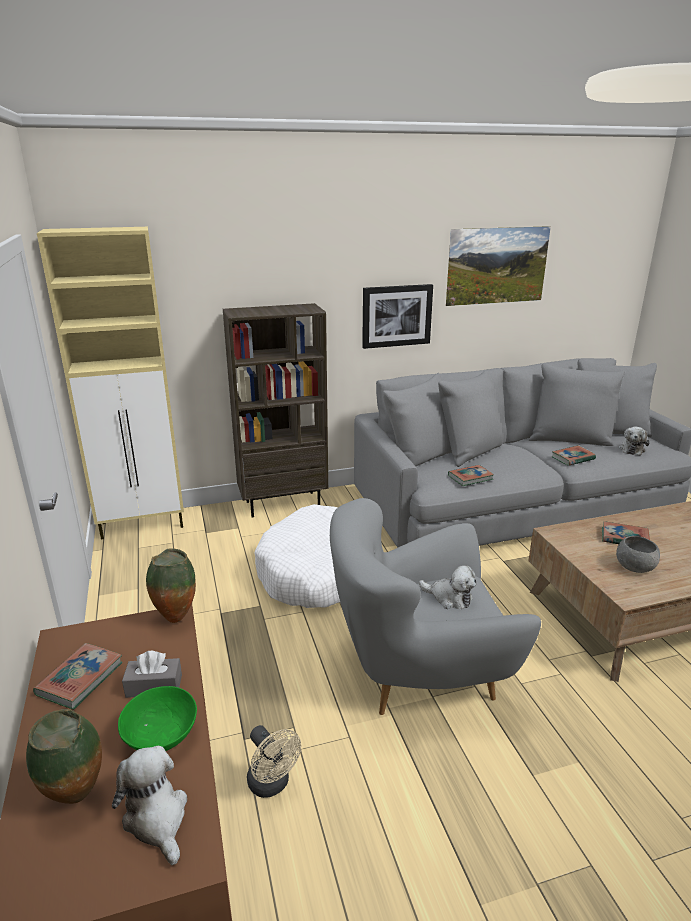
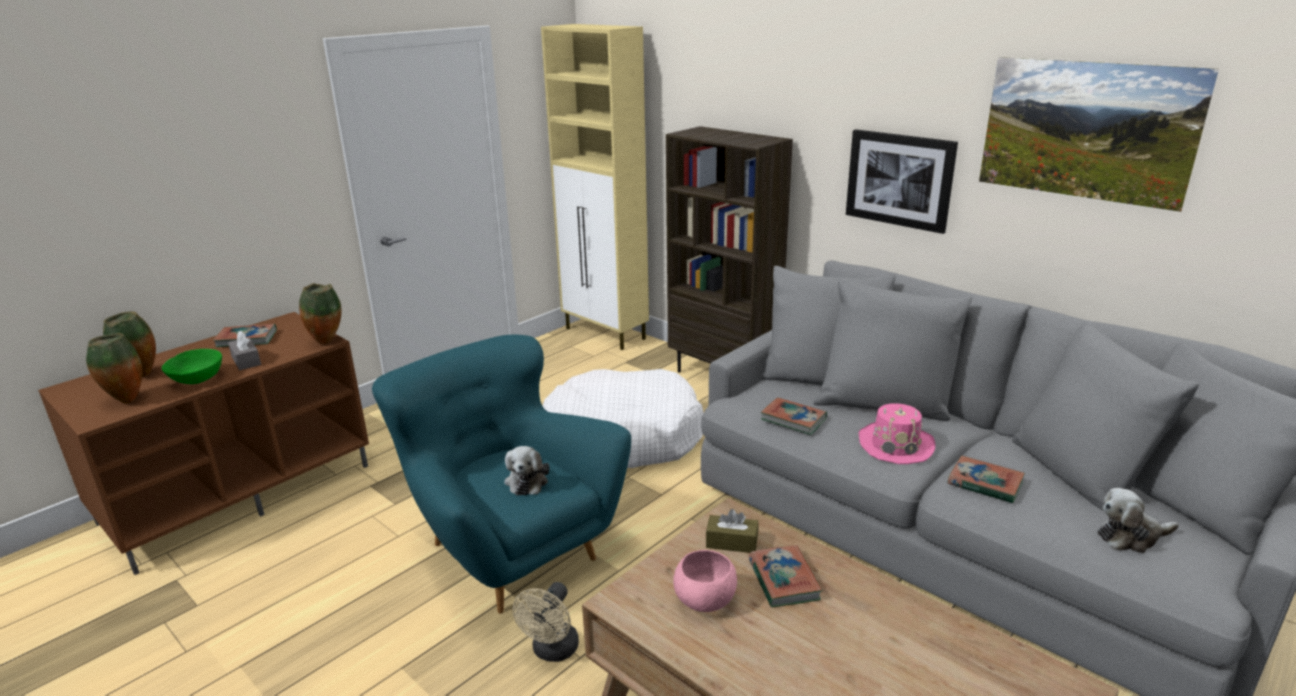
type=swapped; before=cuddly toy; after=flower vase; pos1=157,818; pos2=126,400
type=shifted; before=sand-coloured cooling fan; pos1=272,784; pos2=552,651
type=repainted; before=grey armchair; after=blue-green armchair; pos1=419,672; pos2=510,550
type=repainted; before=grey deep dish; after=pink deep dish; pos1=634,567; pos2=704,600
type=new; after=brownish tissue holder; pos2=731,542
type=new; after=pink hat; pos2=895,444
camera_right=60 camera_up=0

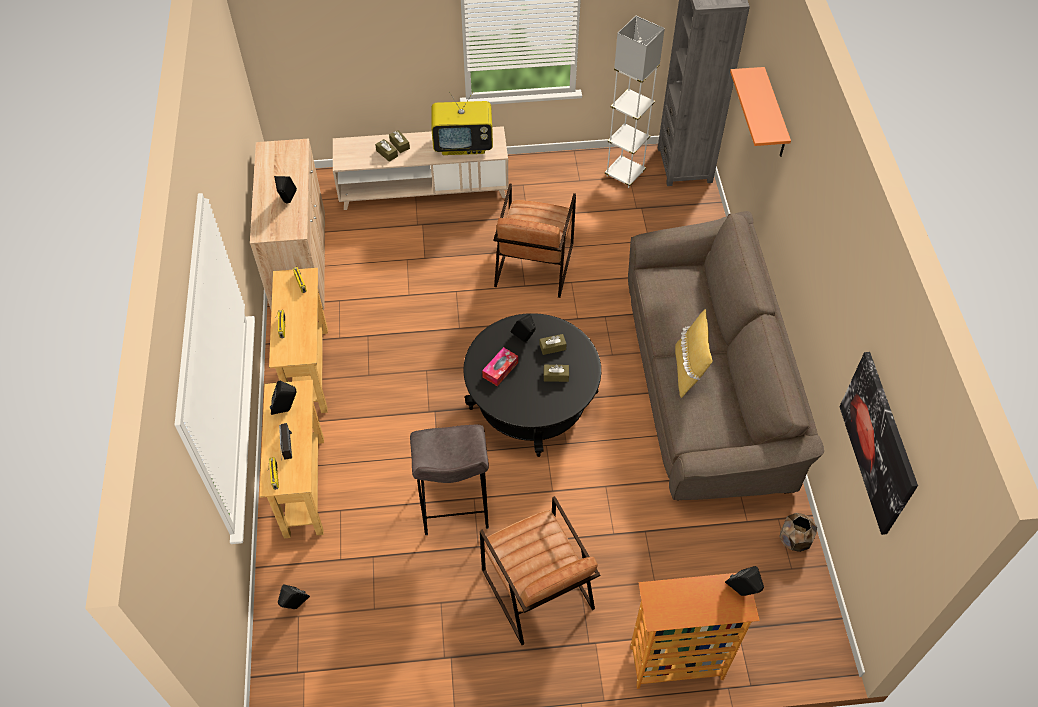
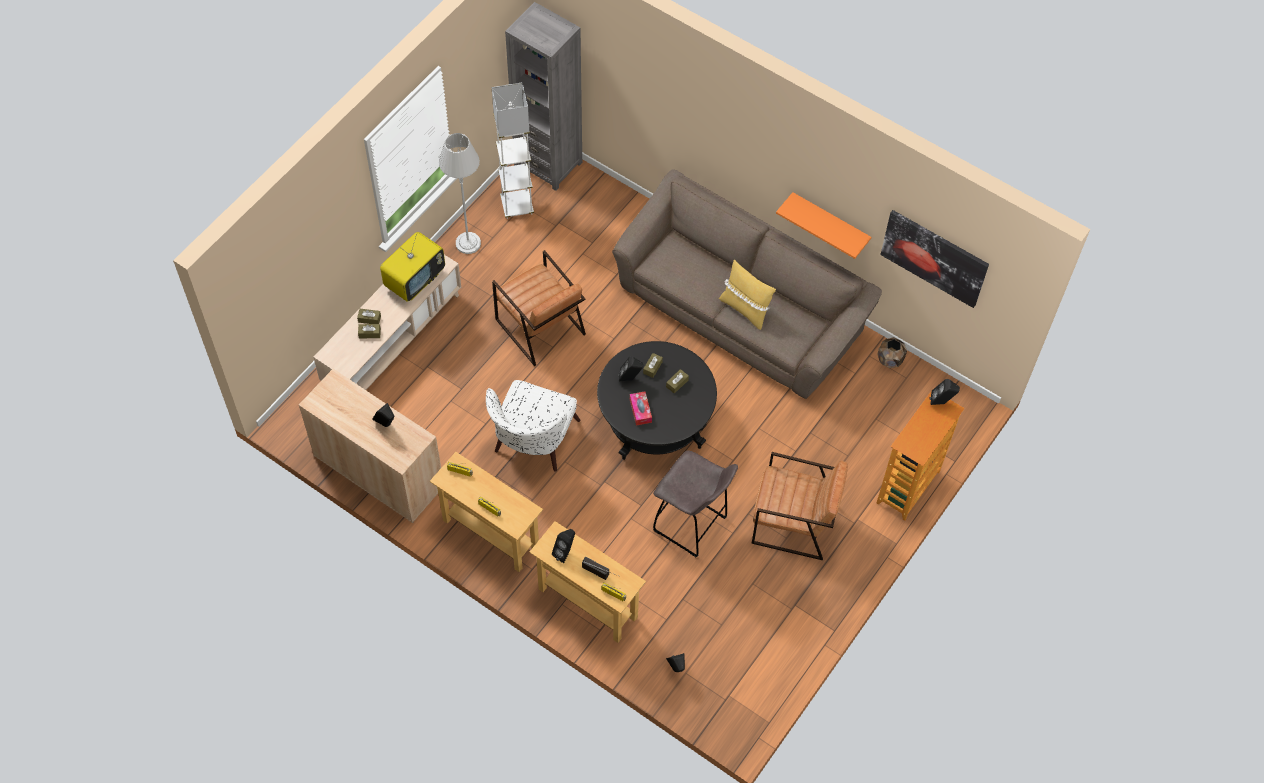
type=shifted; before=orangey shelf; pos1=774,115; pos2=830,222
type=new; after=grey standard lamp; pos2=468,243
type=new; after=white-coloured armchair; pos2=532,443
camera_right=-50 camera_up=5

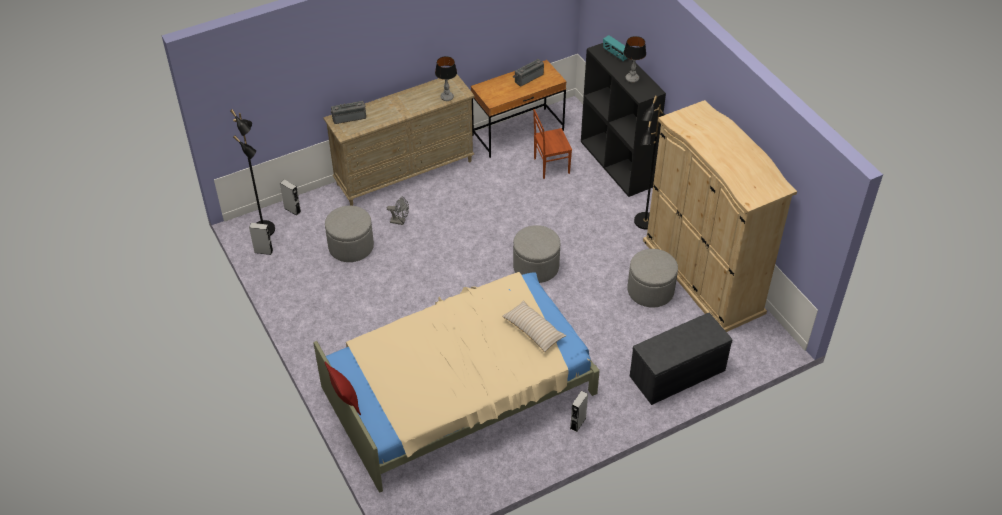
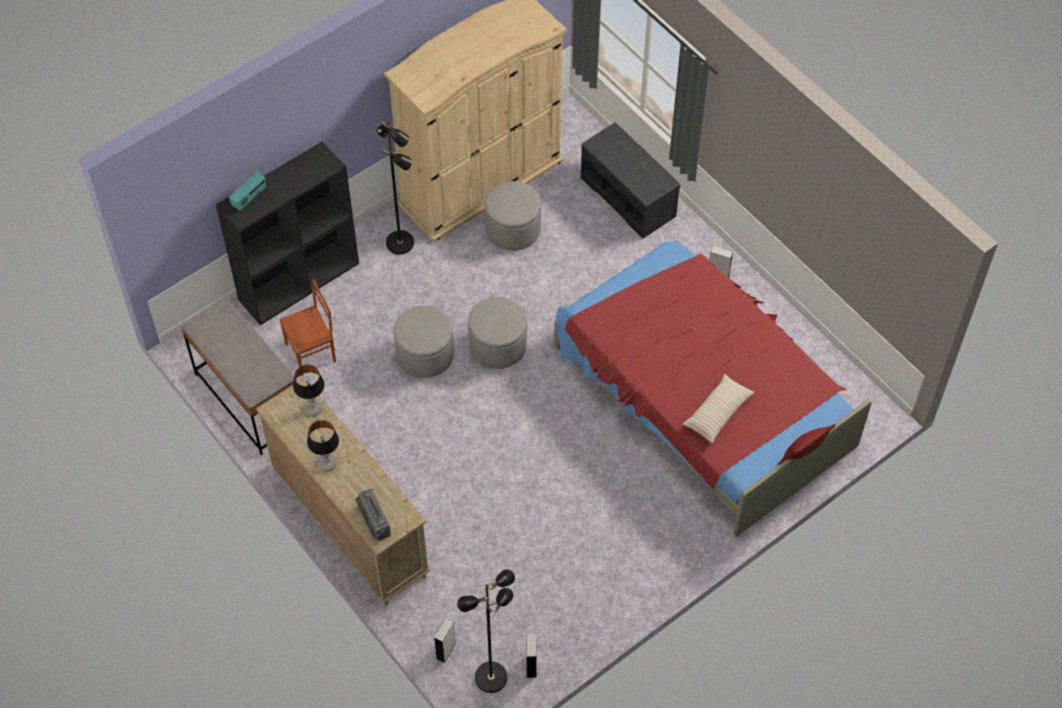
type=repainted; before=sand-coloured bed; after=red bed; pos1=460,389; pos2=701,393
type=shifted; before=grey footrest; pos1=351,246; pos2=425,354
type=gone; before=grey cooling fan; pos1=400,221
type=repainted; before=brownish desk; after=grey desk; pos1=518,133; pos2=250,400
type=shifted; before=sand-coloured throw pillow; pos1=533,330; pos2=717,412
type=gone; before=radio set; pos1=528,77
type=rotated; before=brownish plain chair; pos1=550,165; pos2=312,353; turn=-90
type=shifted; before=lamp for a table; pos1=631,79; pos2=327,464
camera_right=-100 camera_up=10

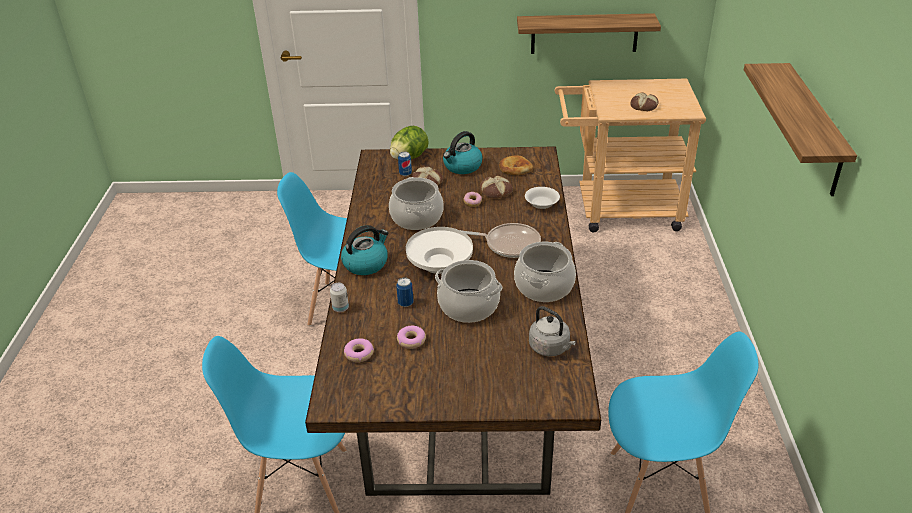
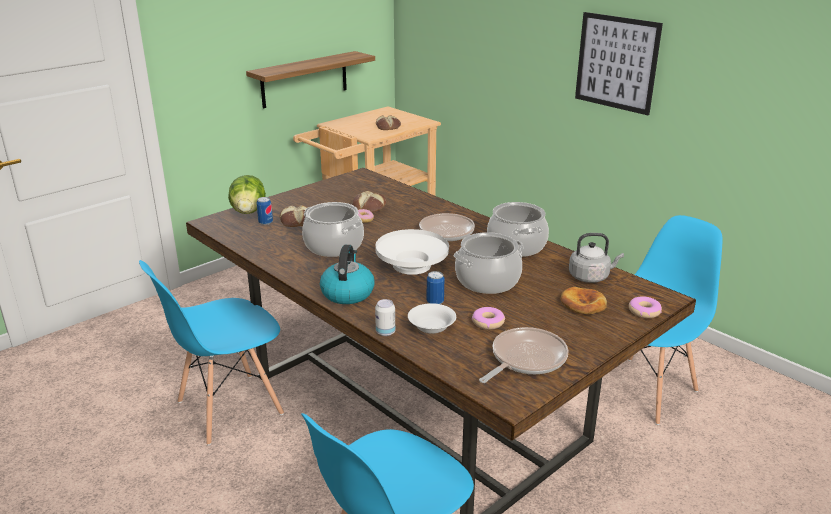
type=shifted; before=donut; pos1=359,354; pos2=644,311
type=gone; before=kettle; pos1=462,166
type=shifted; before=baked bread; pos1=515,168; pos2=583,304
type=shifted; before=white-coloured deep dish; pos1=541,204; pos2=431,327
type=swapped; before=shelf; after=wall picture; pos1=813,130; pos2=616,62
type=new; after=skillet; pos2=525,359
camera_right=-45 camera_up=-10

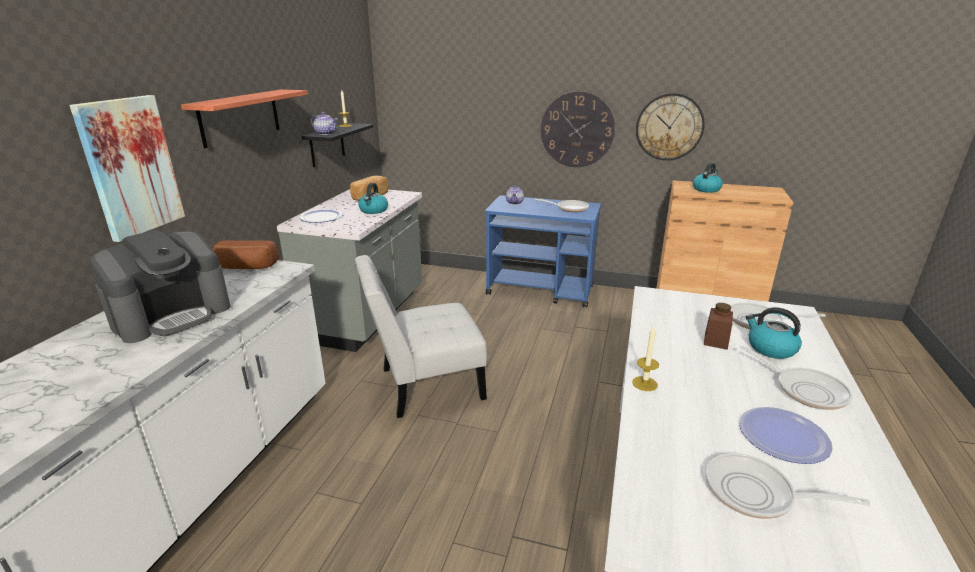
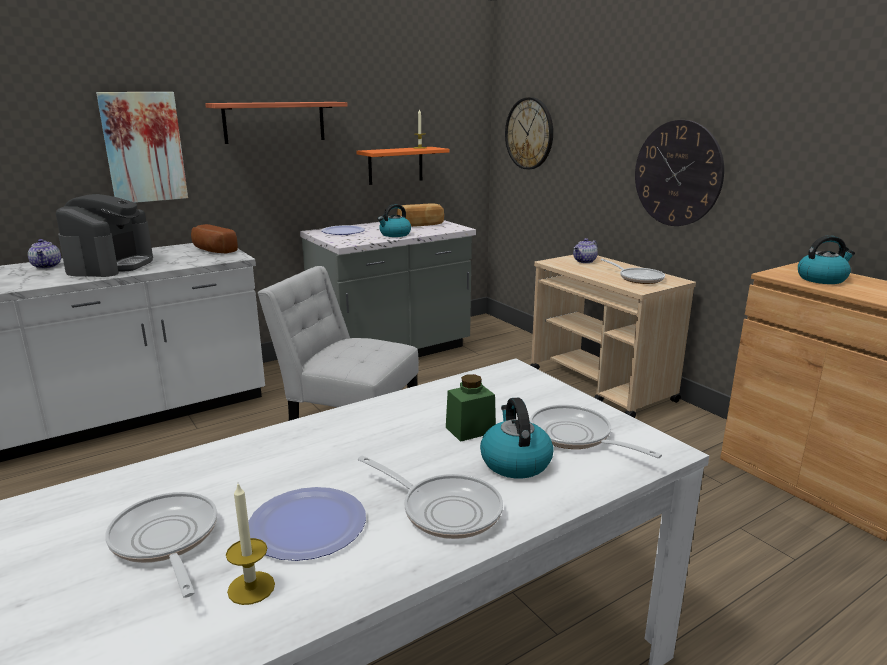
type=rotated; before=coffee machine; pos1=172,315; pos2=111,265; turn=-75
type=repainted; before=blackish shelf; after=orangey shelf; pos1=327,145; pos2=395,165
type=shifted; before=teapot; pos1=326,133; pos2=47,266
type=repainted; before=blue trolley; after=sand-coloured trolley; pos1=541,290; pos2=601,386
type=shifted; before=candle; pos1=644,383; pos2=251,588
type=shifted; before=wall clock; pos1=669,127; pos2=529,133
type=repainted; before=brownish preserve jar; after=green preserve jar; pos1=716,340; pos2=470,430
type=rotated; before=skillet; pos1=805,390; pos2=445,509; turn=-60
camera_right=40 camera_up=-5

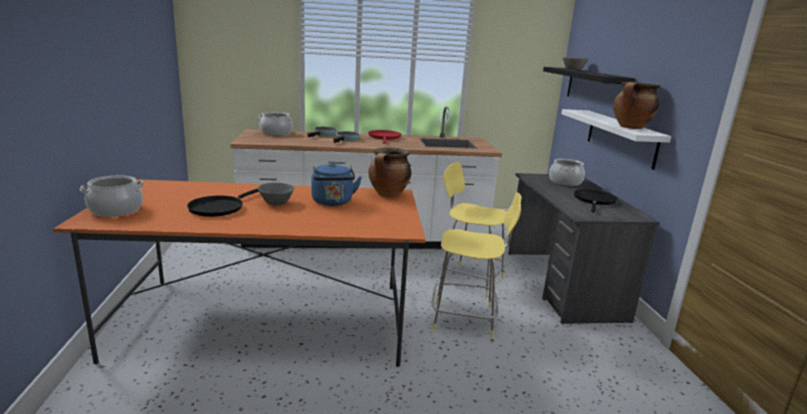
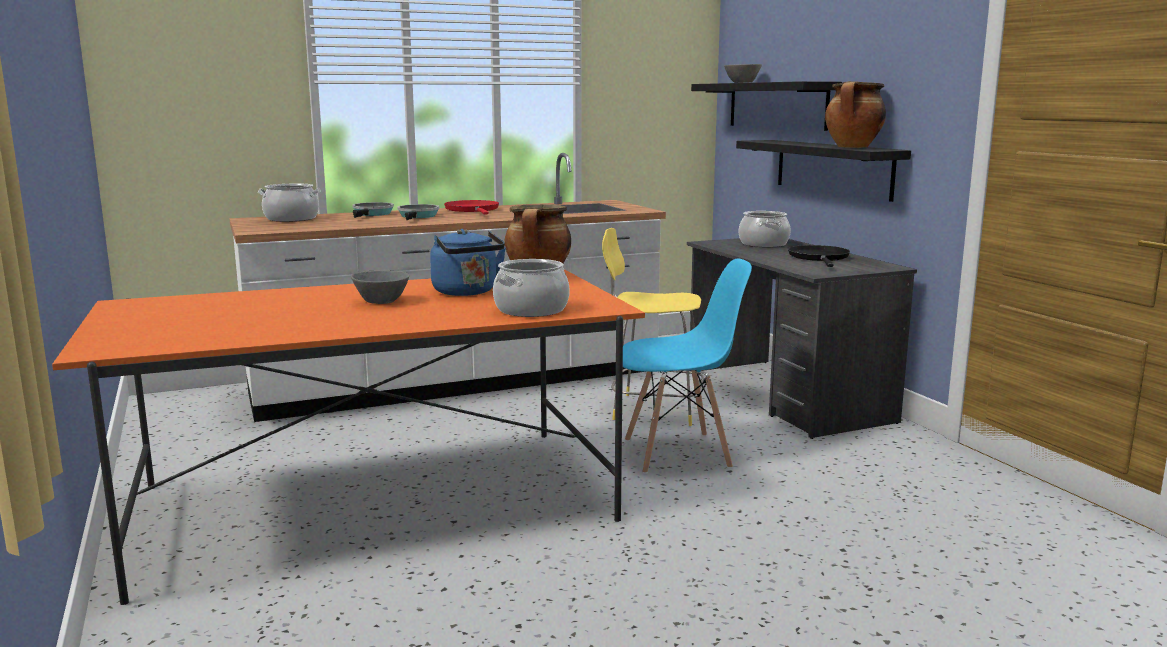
type=shifted; before=cooking pot; pos1=116,210; pos2=531,310
type=gone; before=blackish skillet; pos1=219,208
type=swapped; before=yellowish sitting stool; after=blue plain chair; pos1=466,318; pos2=678,453
type=repainted; before=white-coloured shelf; after=blackish shelf; pos1=620,137; pos2=832,168
camera_right=-15 camera_up=-5

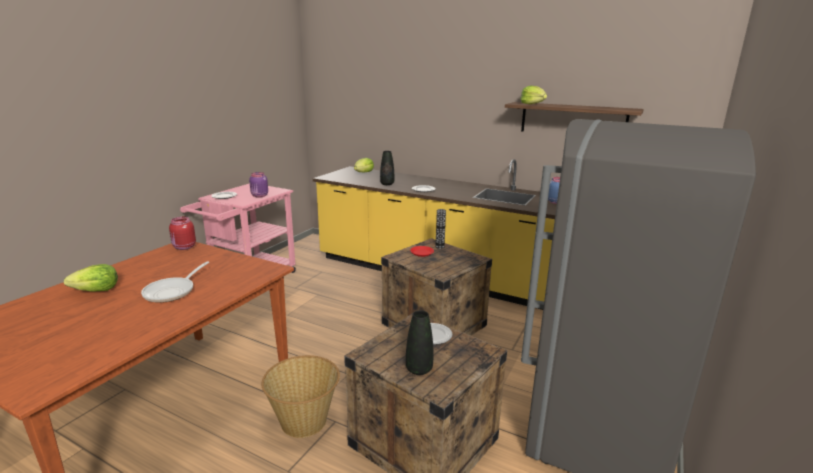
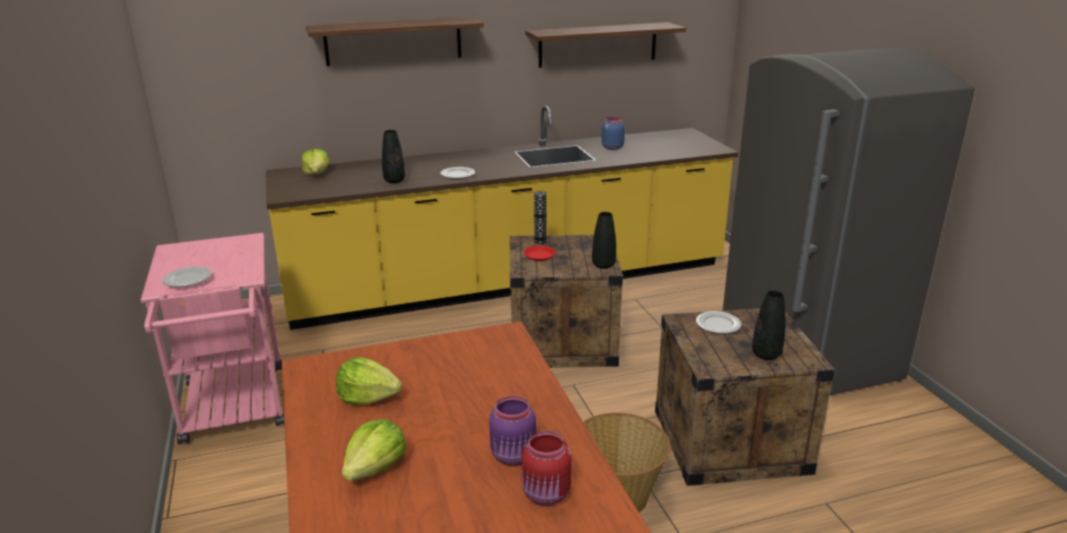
type=gone; before=skillet; pos1=172,291
type=shifted; before=red preserve jar; pos1=184,247; pos2=547,495
type=shifted; before=purple-coloured preserve jar; pos1=259,196; pos2=514,456
type=shifted; before=head of lettuce; pos1=533,104; pos2=368,396
type=new; after=shelf; pos2=393,41
type=new; after=blackish flower vase; pos2=603,265
camera_right=-45 camera_up=5

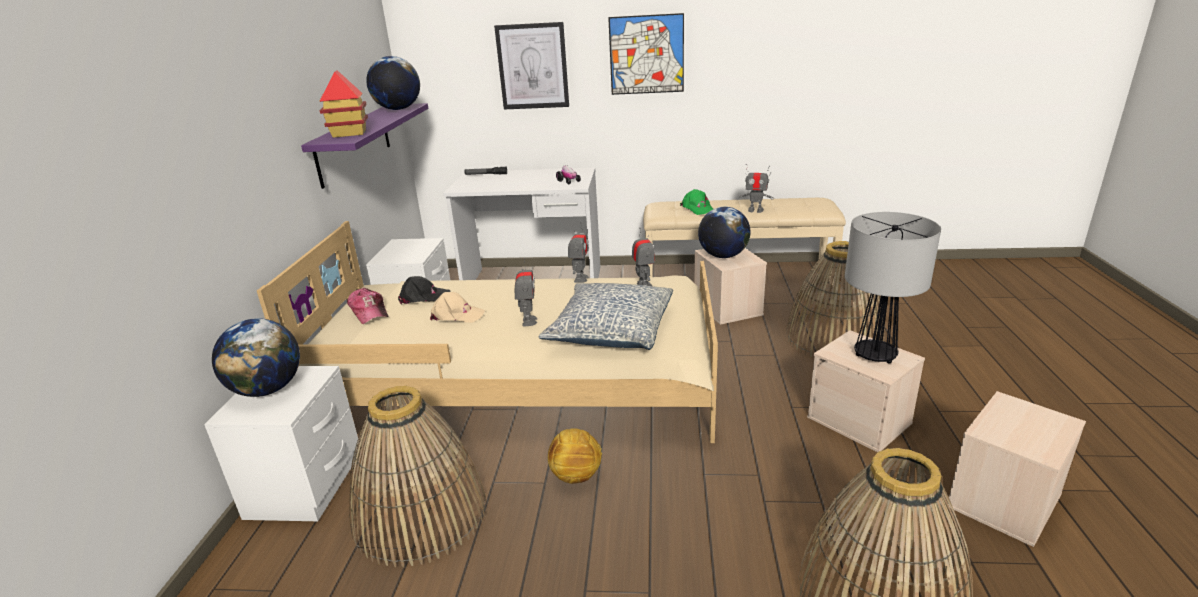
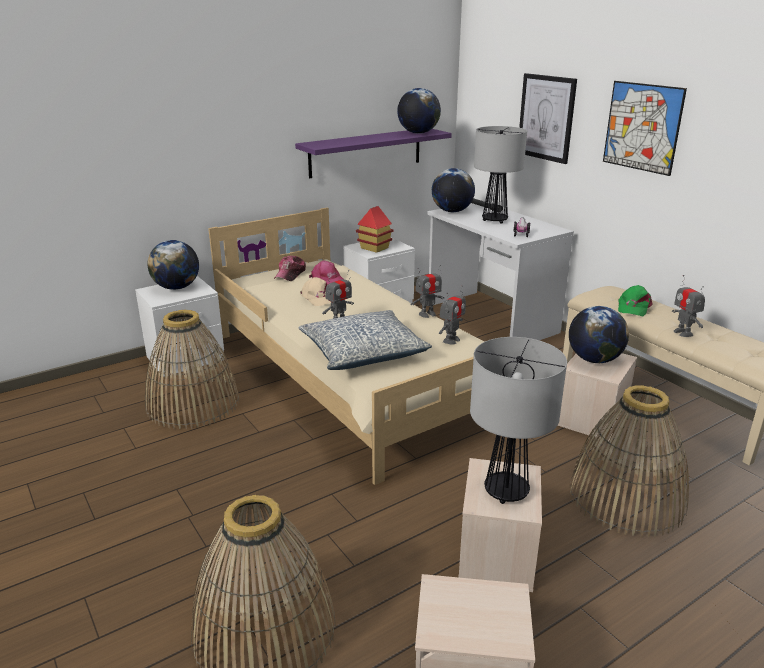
type=shifted; before=miniature house; pos1=349,133; pos2=374,248
type=repainted; before=blackish peaked cap; after=pink peaked cap; pos1=424,297; pos2=328,280
type=gone; before=ball for football; pos1=576,476
type=new; after=globe; pos2=452,211
type=new; after=lamp for a table; pos2=494,220
camera_right=50 camera_up=0

